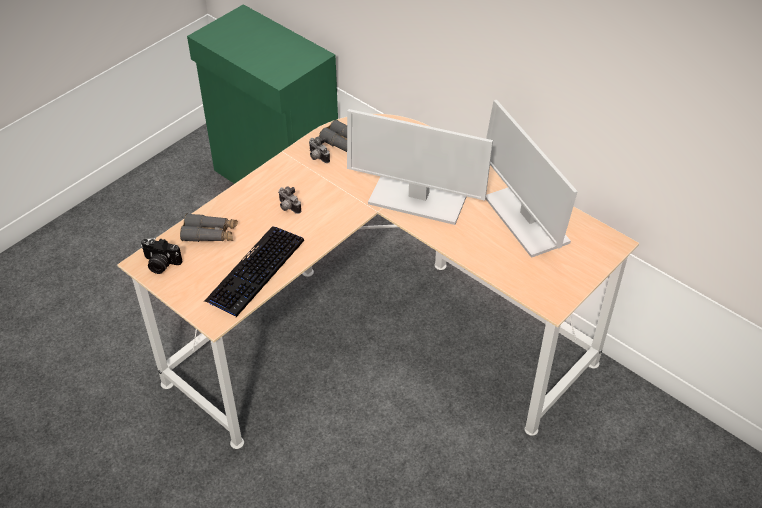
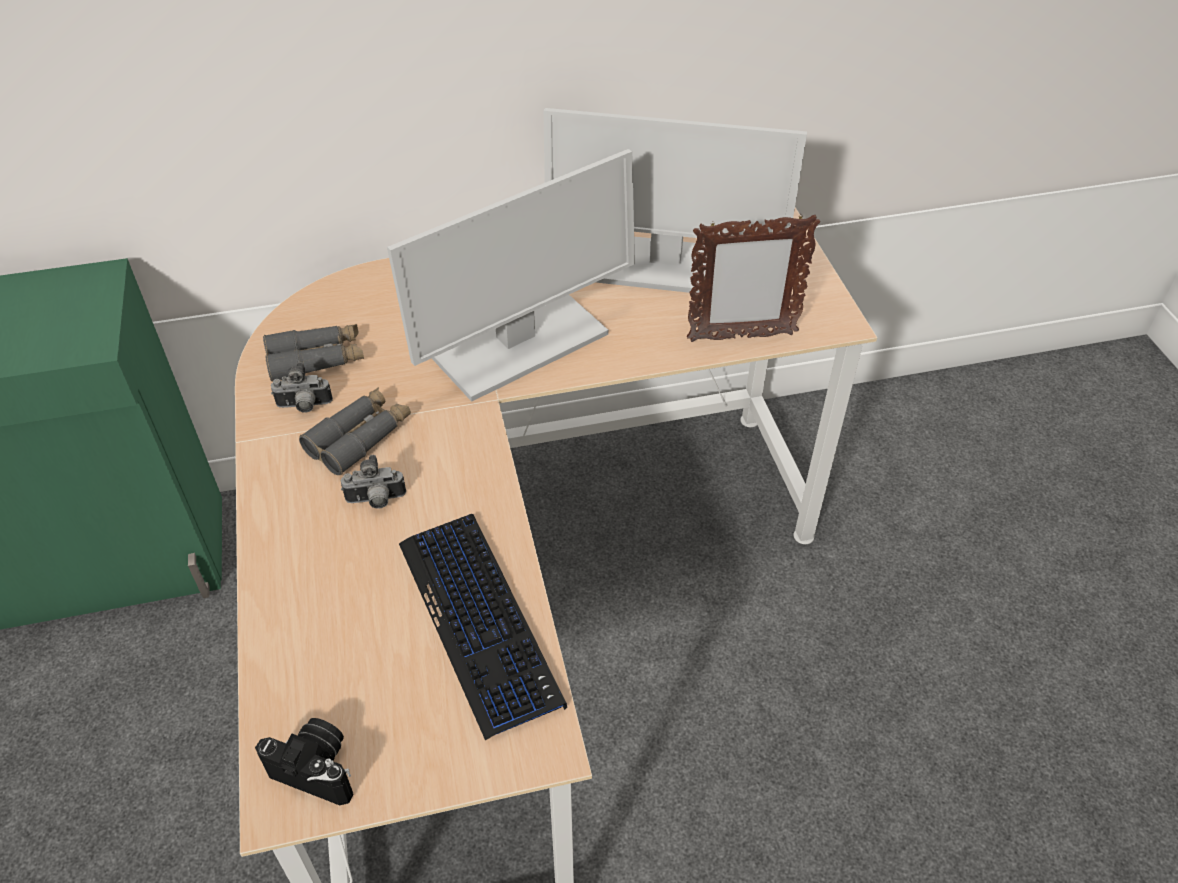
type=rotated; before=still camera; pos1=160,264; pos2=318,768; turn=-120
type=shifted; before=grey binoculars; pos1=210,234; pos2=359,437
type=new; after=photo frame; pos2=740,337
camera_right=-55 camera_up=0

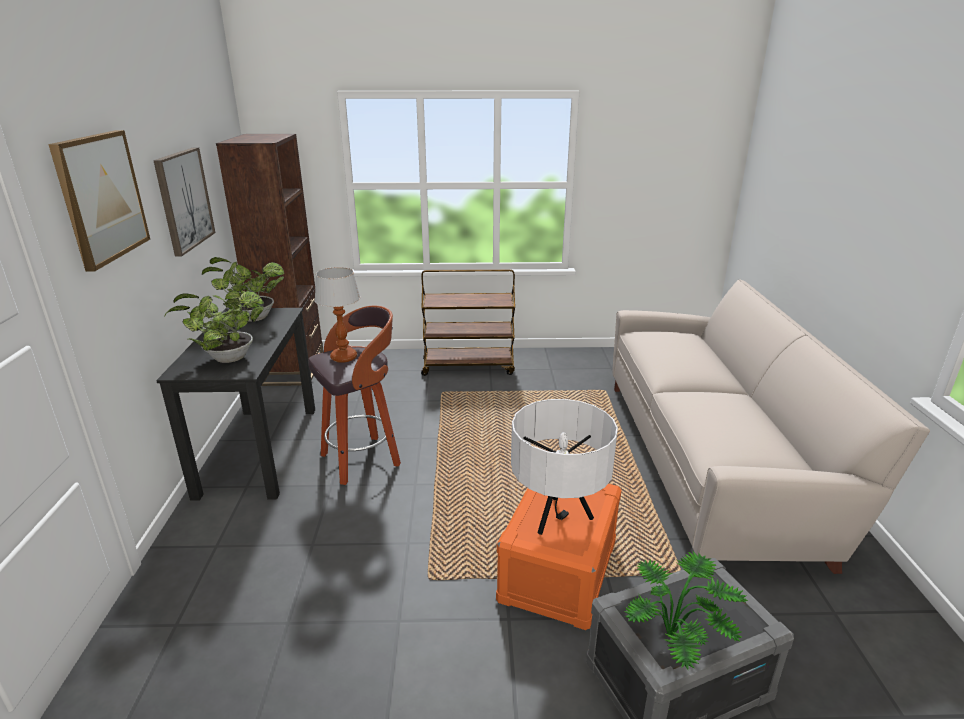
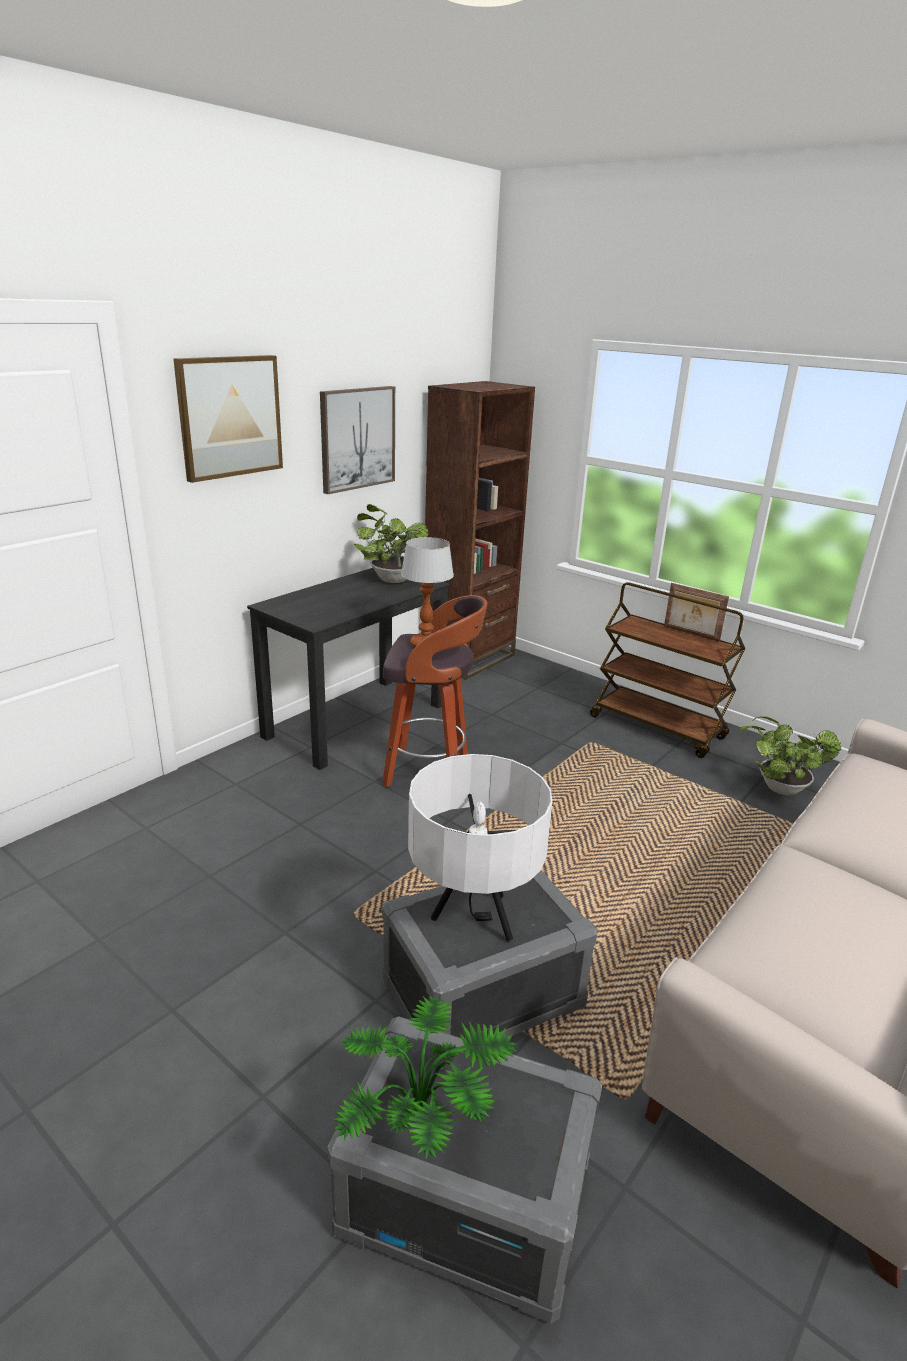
type=shifted; before=plant in a pot; pos1=226,359; pos2=777,788
type=repainted; before=orangey storage bin; after=grey storage bin; pos1=559,572; pos2=483,994
type=new; after=photo frame; pos2=691,634
camera_right=40 camera_up=0

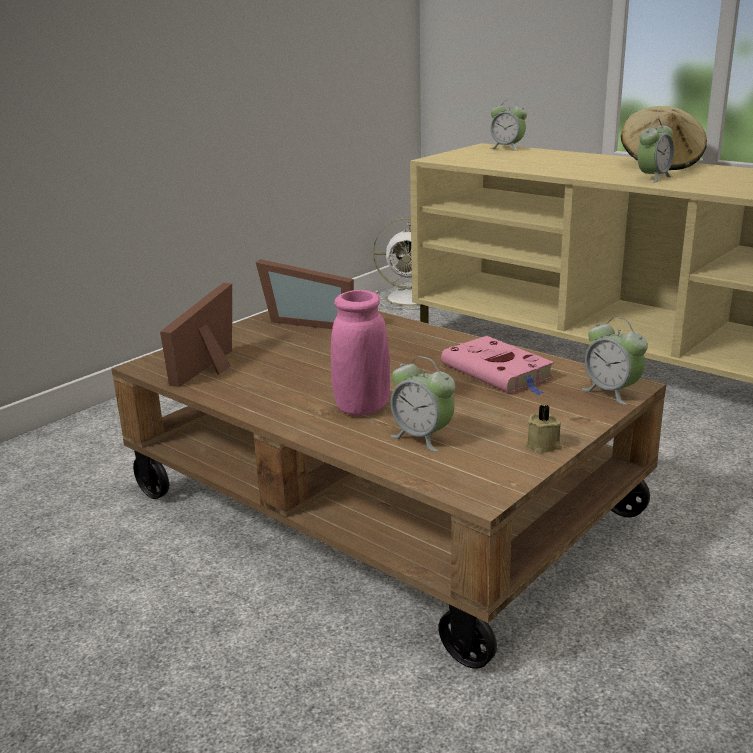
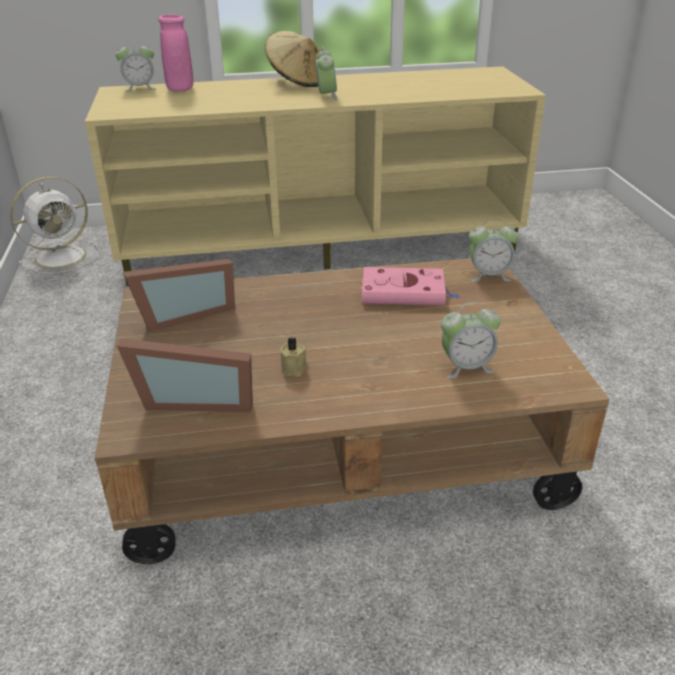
type=rotated; before=photo frame; pos1=213,366; pos2=195,399; turn=-60
type=shifted; before=pink flower vase; pos1=362,408; pos2=180,89
type=shifted; before=sand-coloured candle; pos1=544,446; pos2=295,368
camera_right=-50 camera_up=10

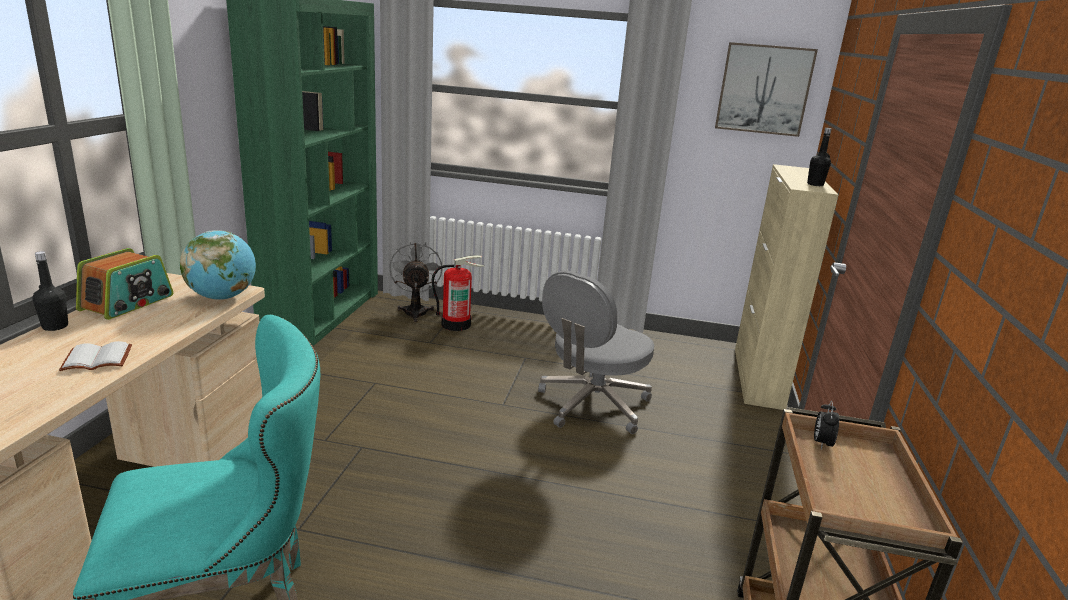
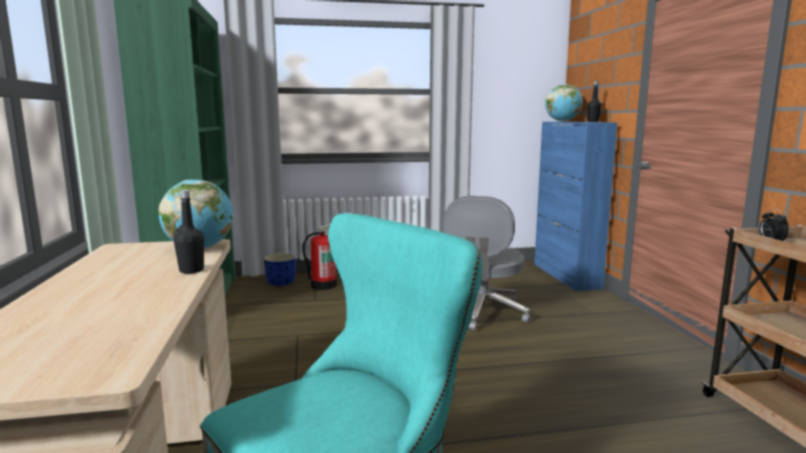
type=shifted; before=blackish drink bottle; pos1=55,326; pos2=191,270
type=gone; before=white-coloured bound book; pos1=99,358
type=gone; before=radio set; pos1=127,303
type=swapped; before=grey cooling fan; after=blue plant pot; pos1=415,311; pos2=280,283
type=gone; before=wall picture; pos1=764,89
type=repainted; before=sand-coloured cabinet; after=blue cabinet; pos1=757,378; pos2=566,276
type=new; after=globe; pos2=562,121
camera_right=-20 camera_up=-10

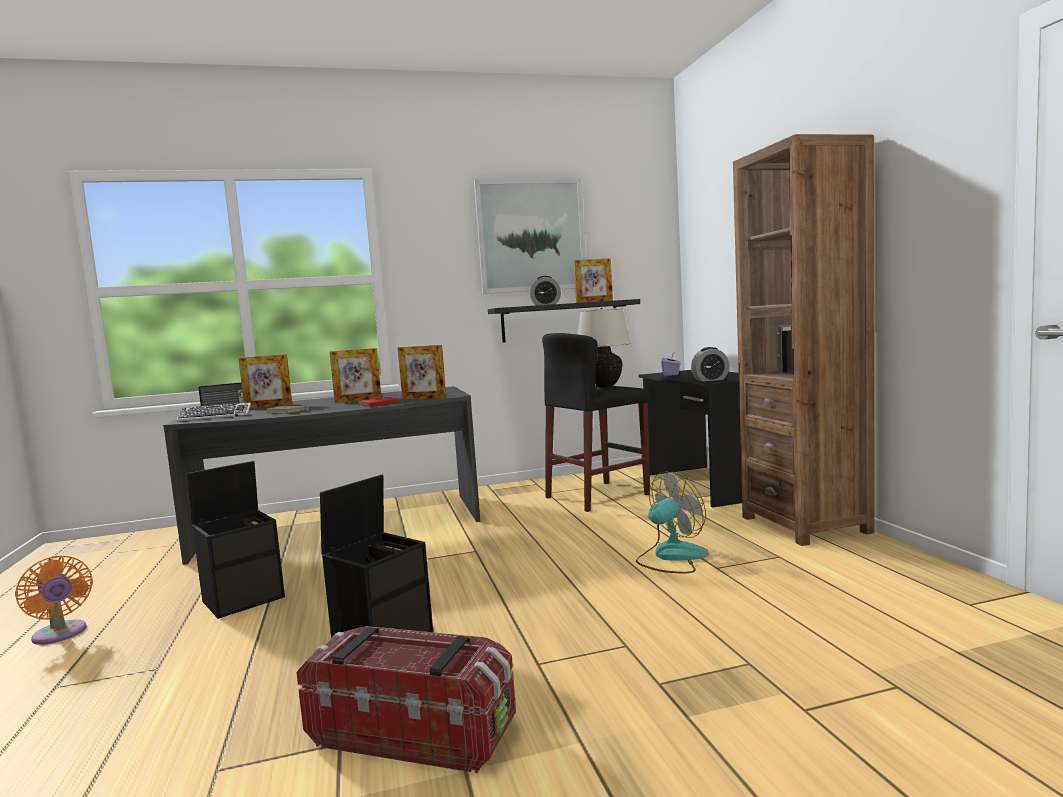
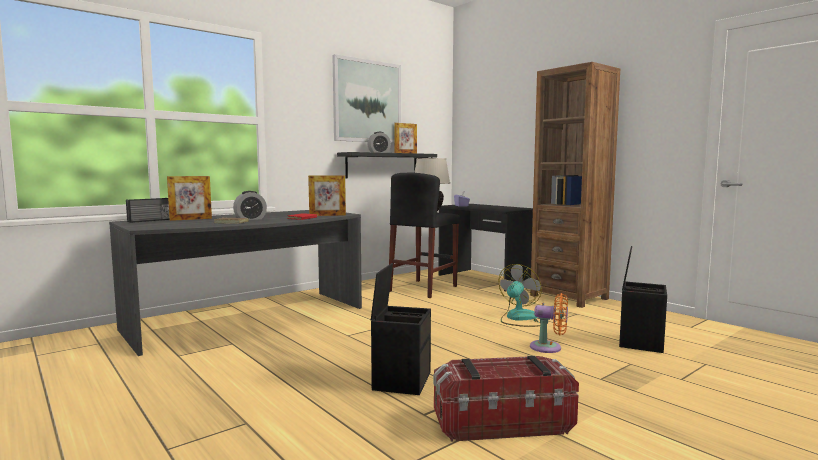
type=shifted; before=orangey cooling fan; pos1=60,635; pos2=549,348
type=gone; before=computer keyboard; pos1=215,417
type=shifted; before=blackish storage bin; pos1=245,598; pos2=640,342
type=gone; before=photo frame; pos1=358,400
type=shifted; before=table clock; pos1=710,380; pos2=250,219
camera_right=-25 camera_up=0

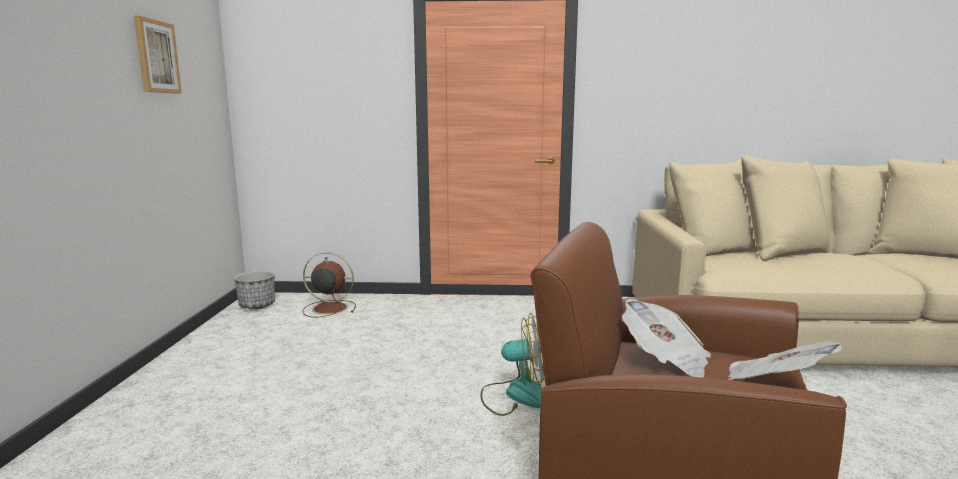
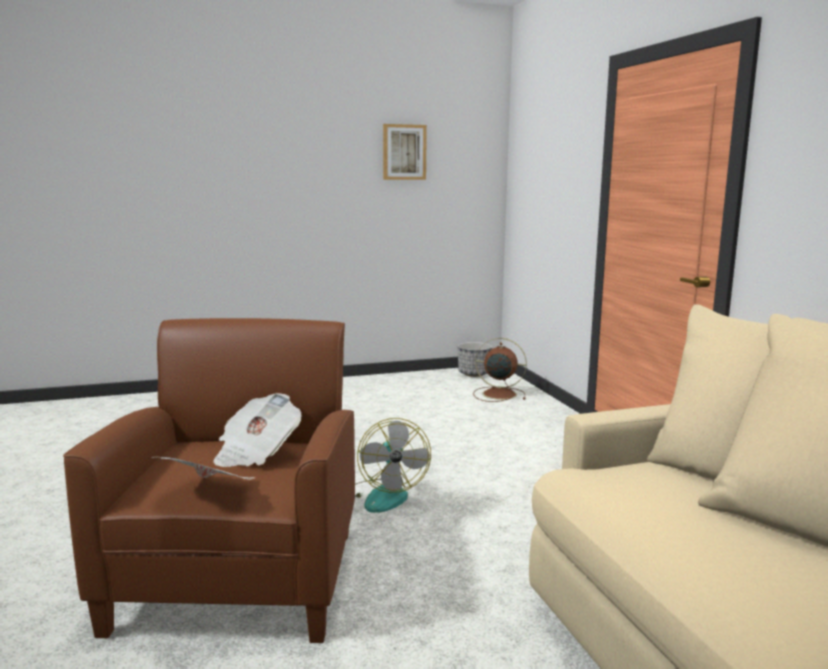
type=rotated; before=brownish cooling fan; pos1=328,308; pos2=497,394; turn=-60
camera_right=70 camera_up=0

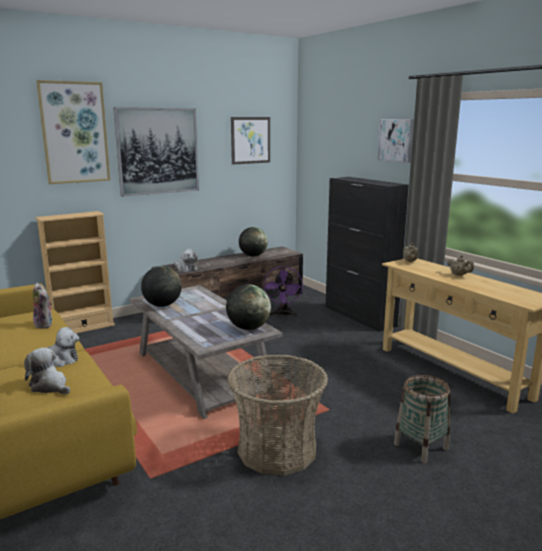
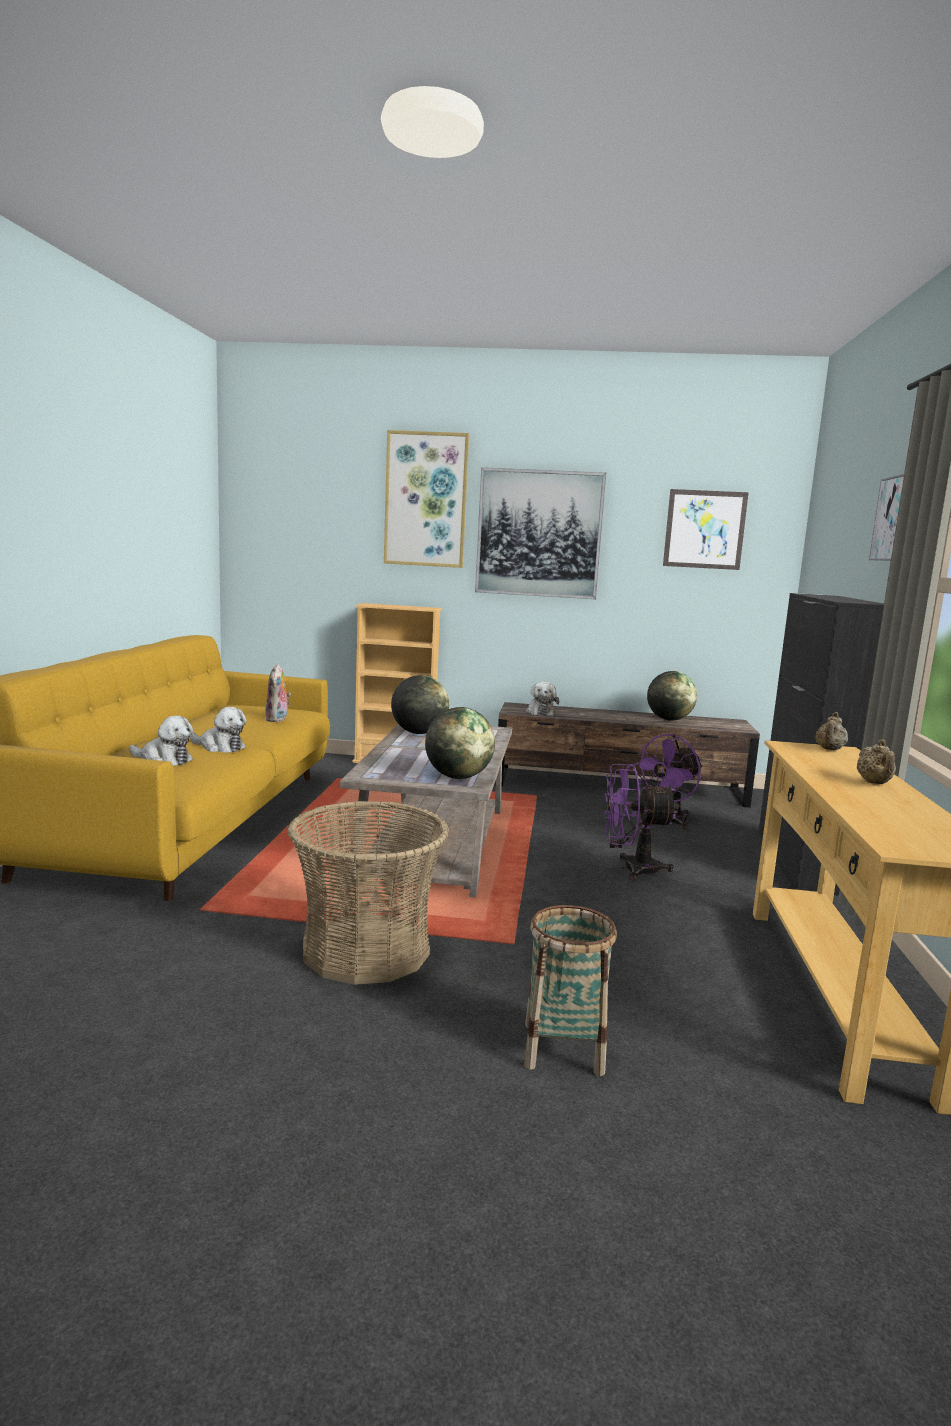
type=rotated; before=cuddly toy; pos1=50,386; pos2=164,760; turn=120
type=new; after=purple-coloured cooling fan; pos2=631,869
camera_right=40 camera_up=-5

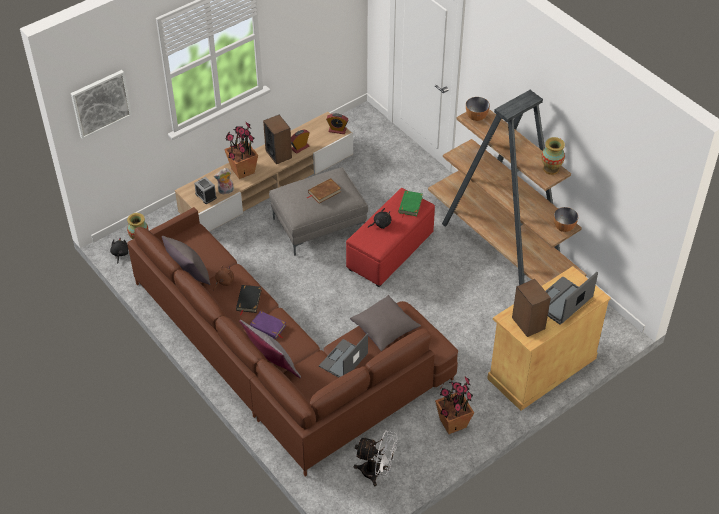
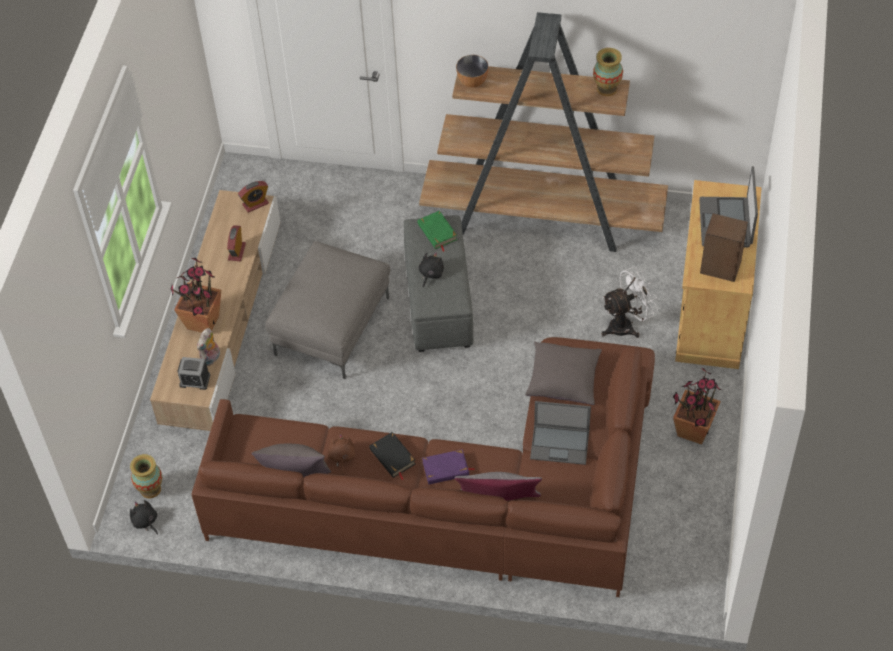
type=gone; before=wall picture; pos1=100,103
type=gone; before=loudspeaker; pos1=278,154
type=gone; before=brownish bound book; pos1=324,192
type=rotated; before=portable computer; pos1=343,360; pos2=560,444; turn=-75
type=repainted; before=red footrest; after=grey footrest; pos1=389,252; pos2=439,302
type=shifted; before=white-coloured cooling fan; pos1=376,472; pos2=626,325
type=gone; before=deep dish; pos1=564,227
camera_right=-40 camera_up=5

